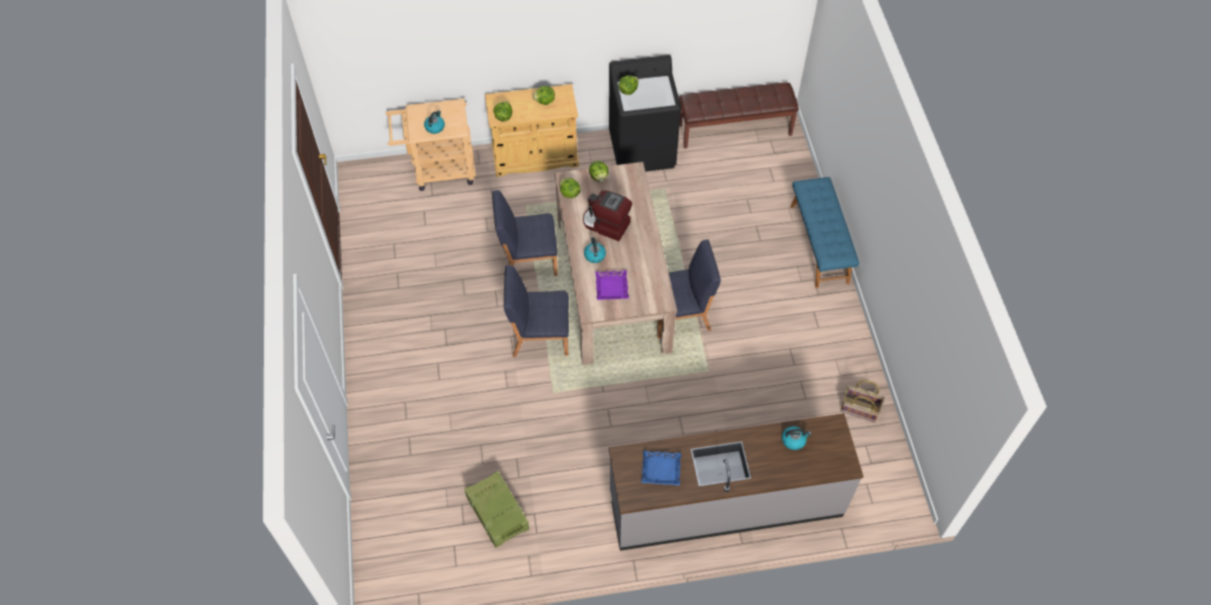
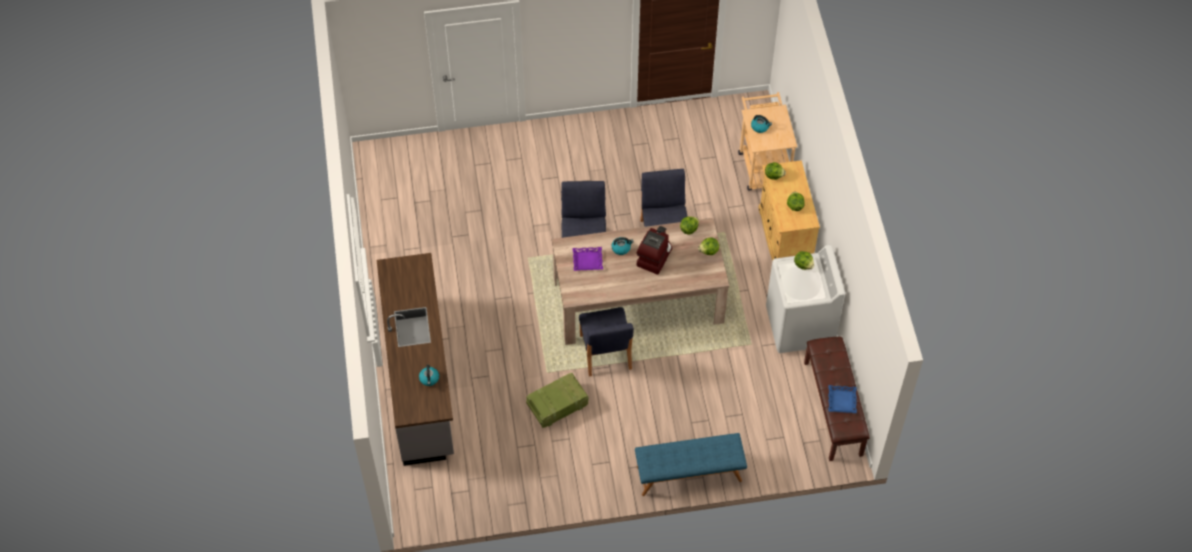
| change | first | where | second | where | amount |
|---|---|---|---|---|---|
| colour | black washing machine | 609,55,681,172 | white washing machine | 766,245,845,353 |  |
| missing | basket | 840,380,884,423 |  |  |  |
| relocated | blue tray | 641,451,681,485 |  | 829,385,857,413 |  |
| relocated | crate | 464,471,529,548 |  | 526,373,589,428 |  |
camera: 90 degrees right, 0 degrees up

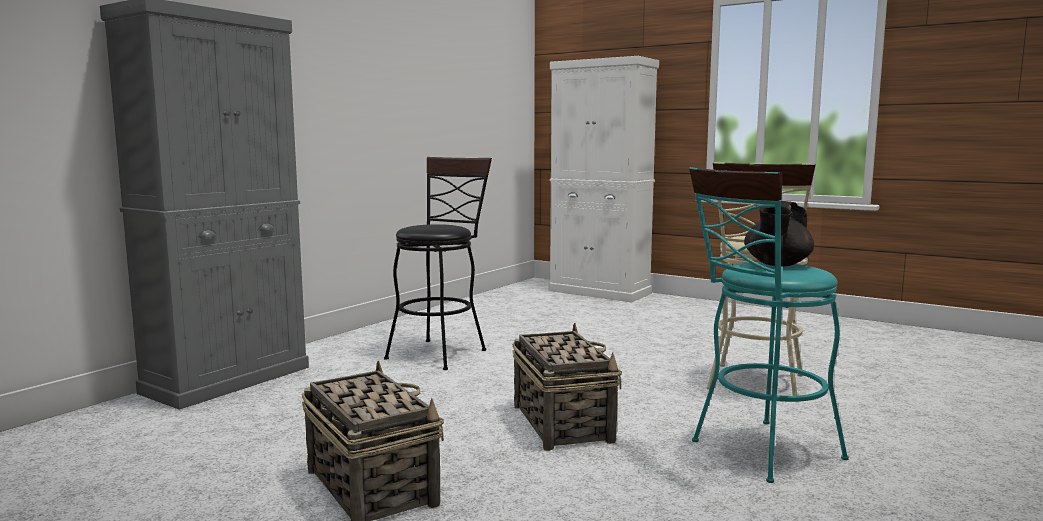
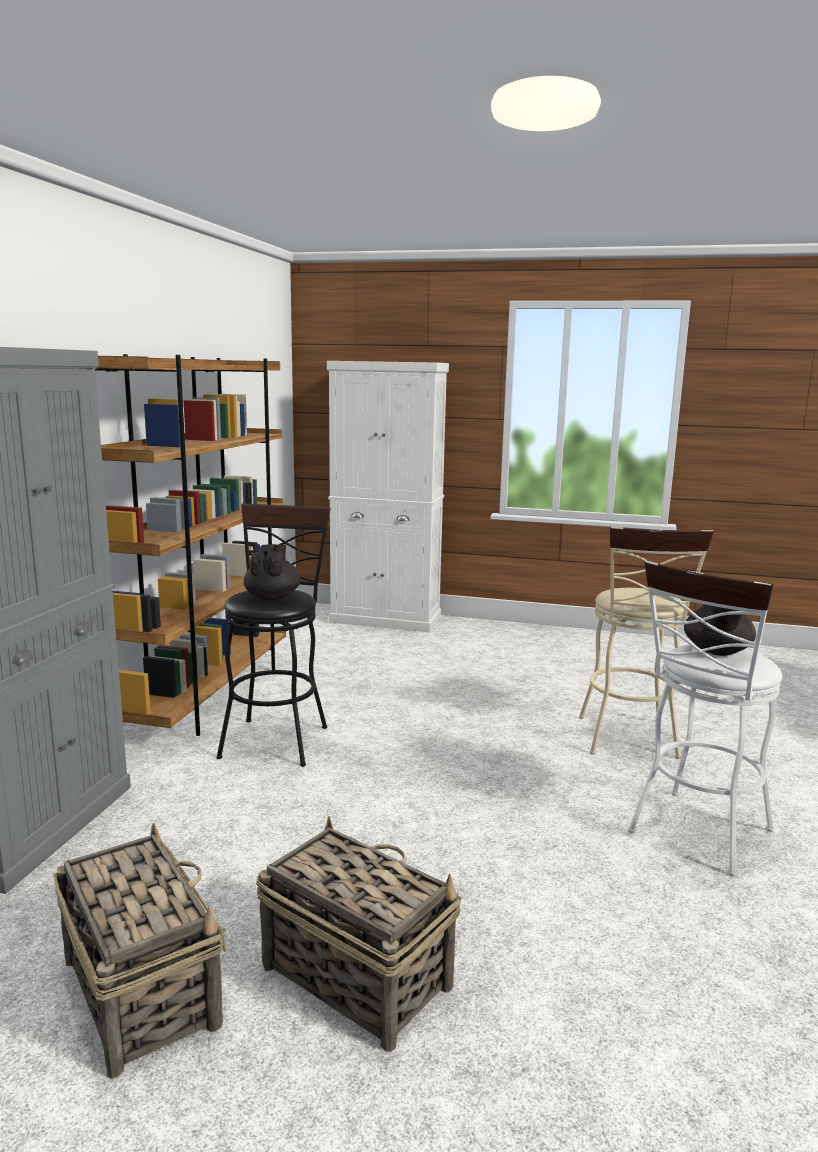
| change | first | where | second | where | amount |
|---|---|---|---|---|---|
| colour | turquoise stool | 689,167,849,483 | white stool | 628,560,782,877 |  |
| relocated | basket | 513,323,622,451 |  | 54,823,226,1079 |  |
| appeared |  |  | brown bookcase | 95,354,286,736 |  |
| appeared |  |  | black teapot | 244,544,301,600 |  |
camera: 20 degrees left, 5 degrees up

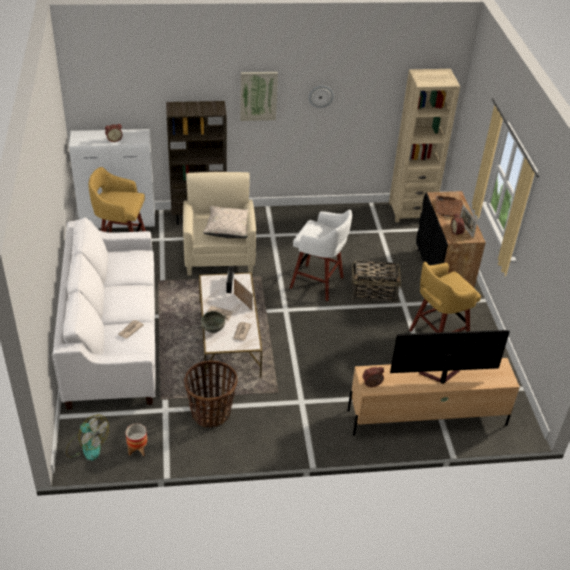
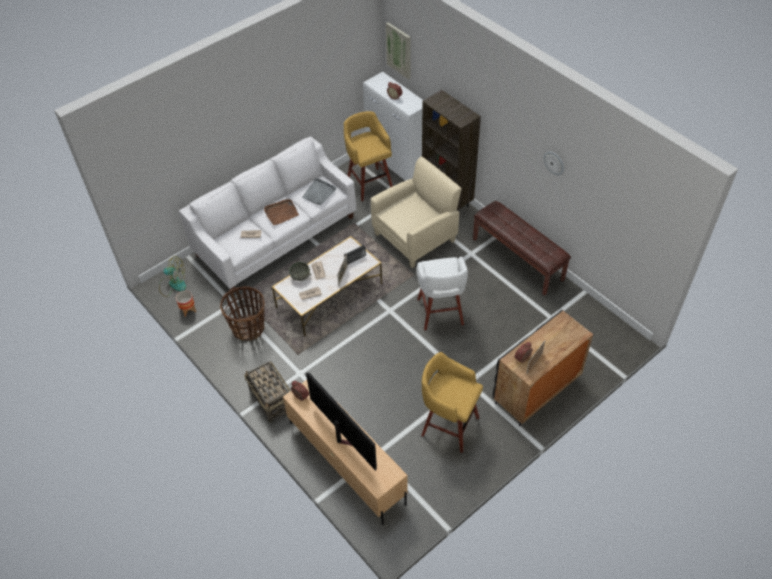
| change | first | where | second | where | amount |
|---|---|---|---|---|---|
| missing | beige bookcase | 389,69,460,222 |  |  |  |
| relocated | picture | 240,72,278,121 |  | 386,22,411,79 |  |
| relocated | brown tray | 436,196,463,217 |  | 264,199,299,225 |  |
| missing | beige pillow | 203,206,248,238 |  |  |  |
| relocated | basket | 351,260,401,303 |  | 244,361,291,423 |  |
| spun | fan | 66,415,109,461 |  | 159,256,186,297 | 90 degrees counterclockwise |
| appeared |  |  | grey tray | 302,178,336,205 |  |
| appeared |  |  | brown bench | 473,201,571,296 |  |
camera: 60 degrees right, 10 degrees up

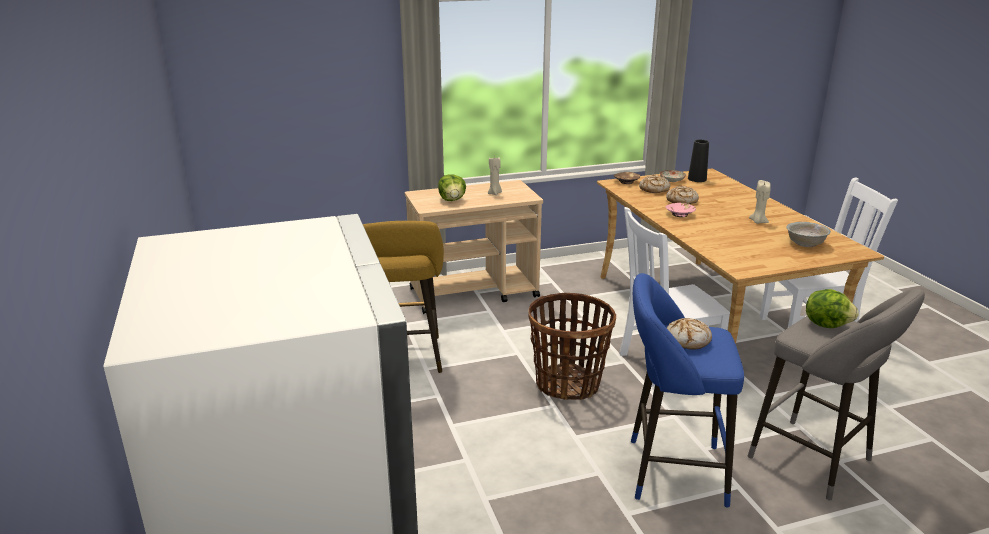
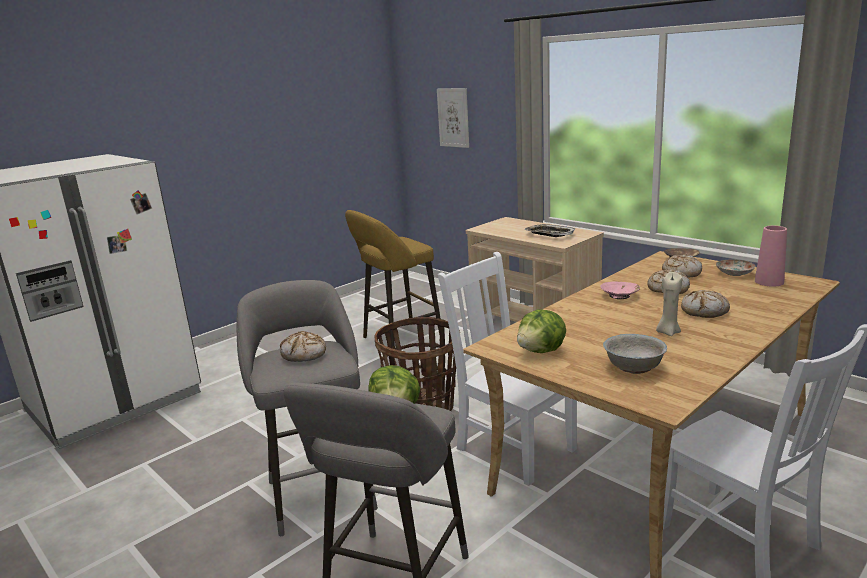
| change | first | where | second | where | amount |
|---|---|---|---|---|---|
| colour | black vase | 688,140,709,182 | pink vase | 755,226,787,287 |  |
| exchanged | beige candle | 488,157,502,195 | tray | 525,224,575,237 |  |
| relocated | lettuce | 438,174,466,201 |  | 517,309,566,353 |  |
| colour | blue stool | 631,273,744,507 | grey stool | 237,280,378,536 |  |
| appeared |  |  | picture | 437,88,469,148 |  |
| appeared |  |  | bread | 681,290,730,318 |  |
camera: 65 degrees right, 5 degrees down

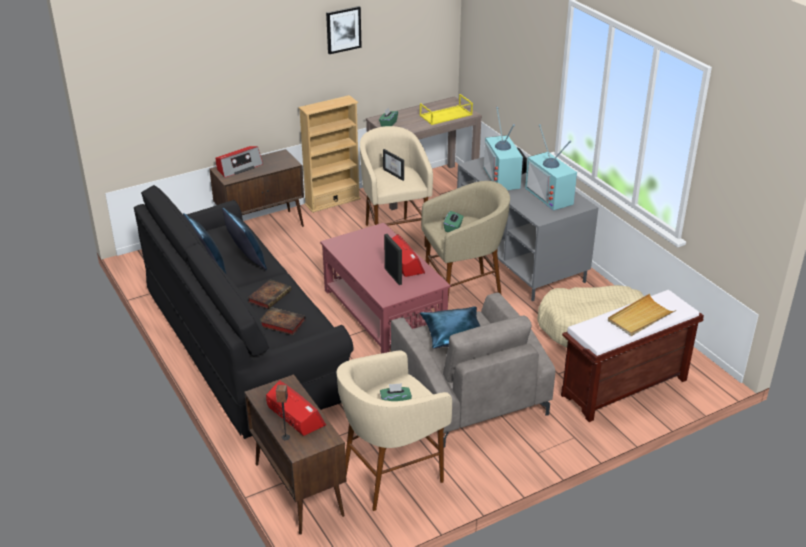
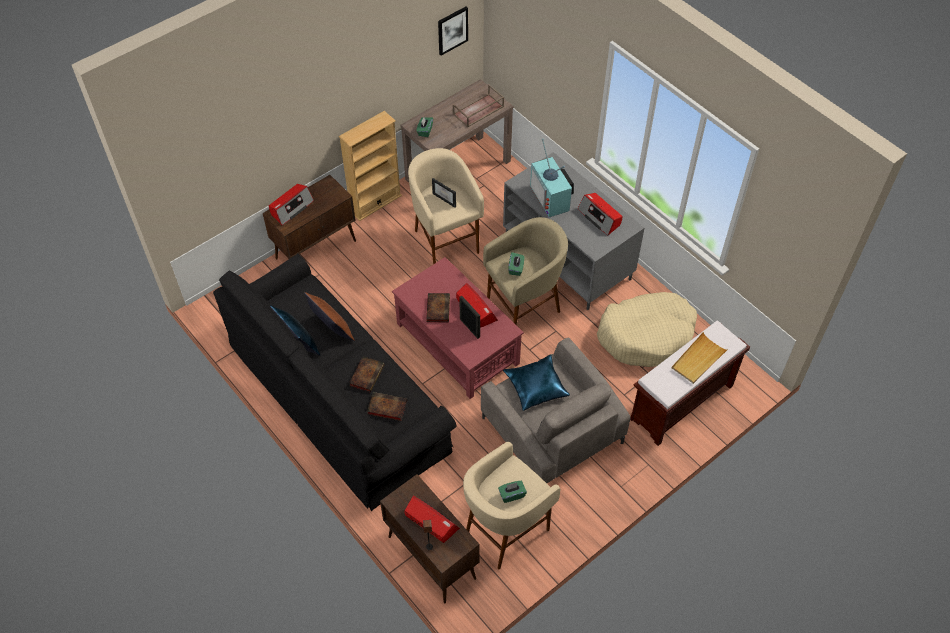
| change | first | where | second | where | amount |
|---|---|---|---|---|---|
| relocated | picture | 326,6,362,54 |  | 438,7,468,56 |  |
| colour | yellow tray | 420,94,473,125 | brown tray | 453,85,504,128 |  |
| exchanged | television | 525,124,577,211 | radio | 578,193,623,236 |  |
| colour | blue pillow | 222,208,267,270 | brown pillow | 304,292,355,341 |  |
| appeared |  |  | book | 426,293,450,322 |  |
camera: 10 degrees left, 20 degrees up

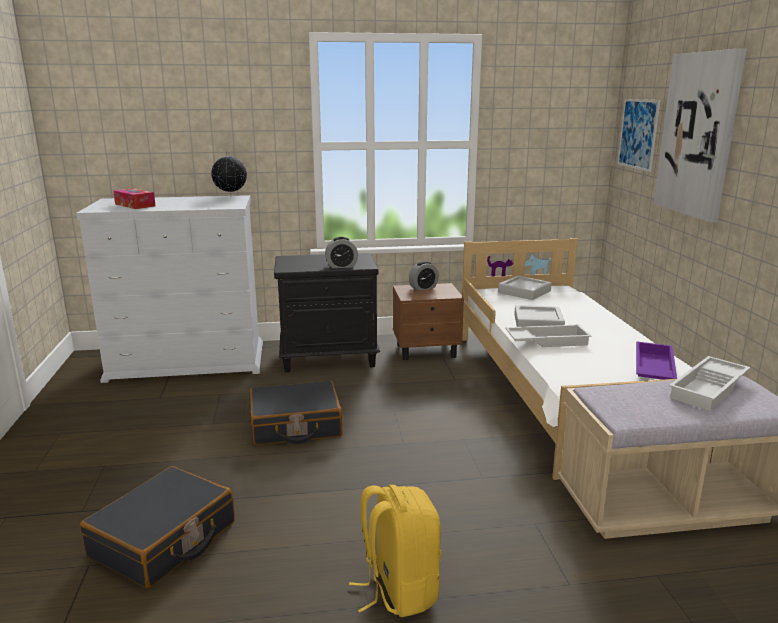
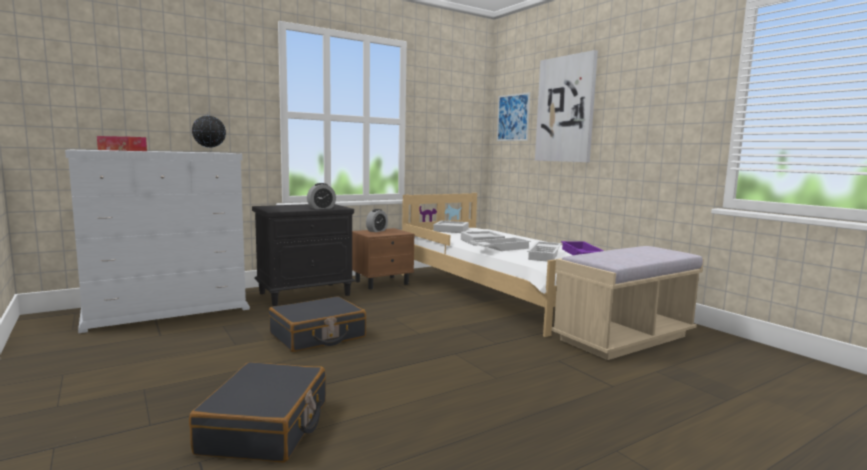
| change | first | where | second | where | amount |
|---|---|---|---|---|---|
| relocated | white tray | 669,356,750,411 |  | 527,241,562,262 |  |
| missing | yellow backpack | 349,485,441,617 |  |  |  |
camera: 25 degrees left, 10 degrees down

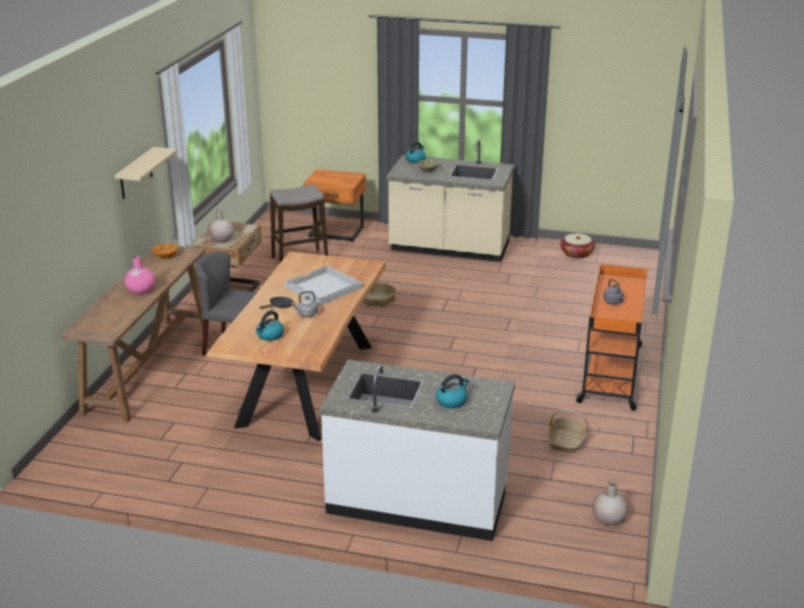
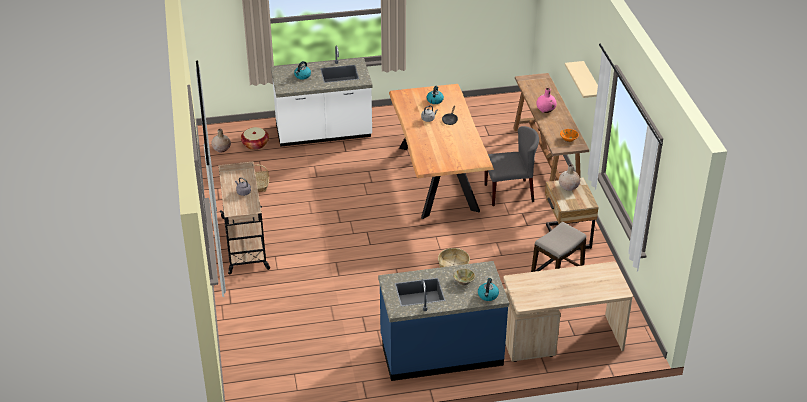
| change | first | where | second | where | amount |
|---|---|---|---|---|---|
| colour | beige counter | 387,139,514,262 | blue counter | 378,261,509,381 |  |
| exchanged | orange nightstand | 303,169,366,242 | beige desk | 503,262,633,362 |  |
| relocated | basket | 560,233,595,259 |  | 241,127,269,150 |  |
| colour | orange cart | 575,264,648,411 | beige cart | 218,162,270,275 |  |
| missing | white tray | 285,265,363,306 |  |  |  |
camera: 155 degrees right, 10 degrees up

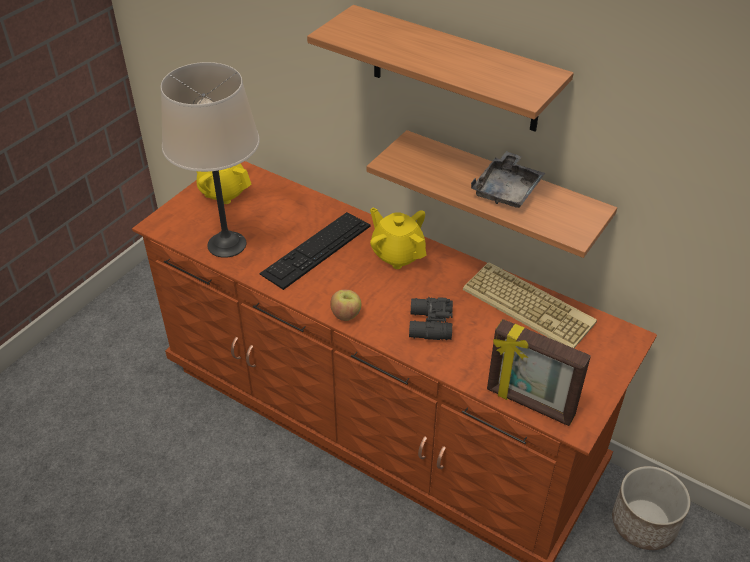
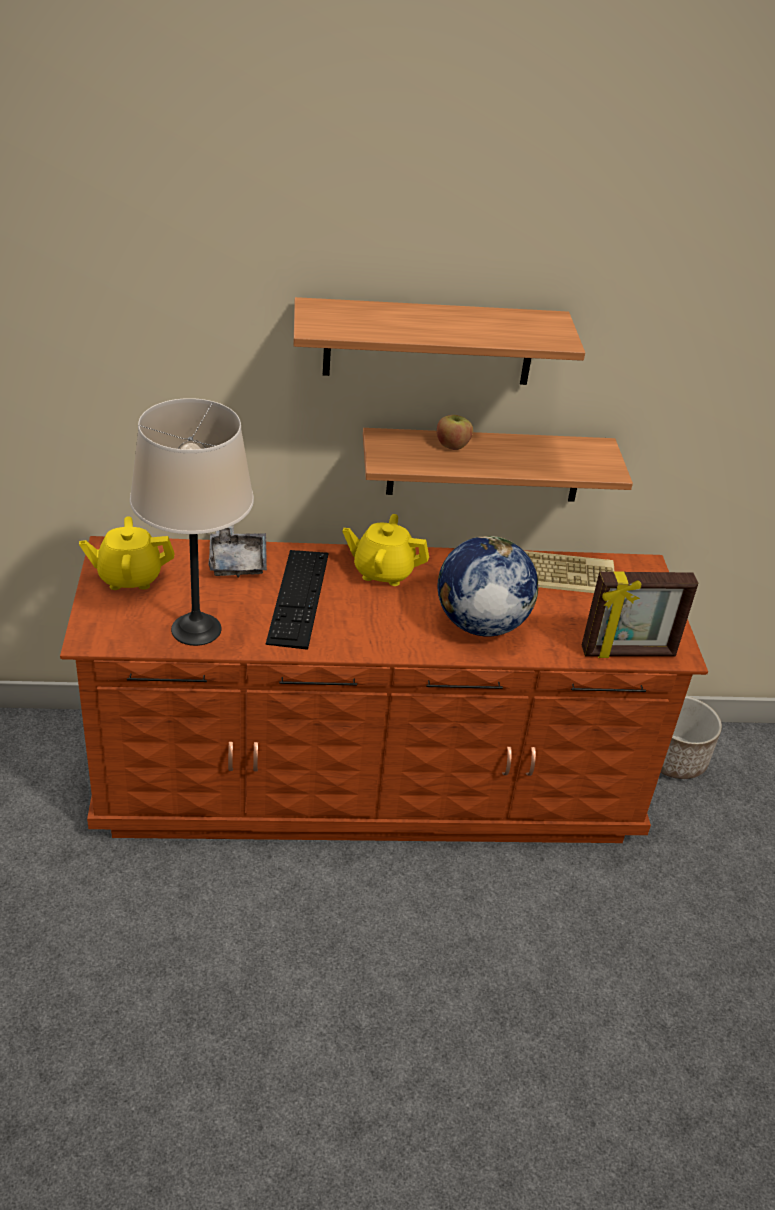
| change | first | where | second | where | amount |
|---|---|---|---|---|---|
| relocated | grey tray | 471,151,545,208 |  | 209,525,267,577 |  |
| relocated | apple | 330,290,361,321 |  | 437,415,473,450 |  |
| exchanged | black binoculars | 409,297,453,340 | globe | 437,536,539,636 |  |
camera: 40 degrees left, 5 degrees down

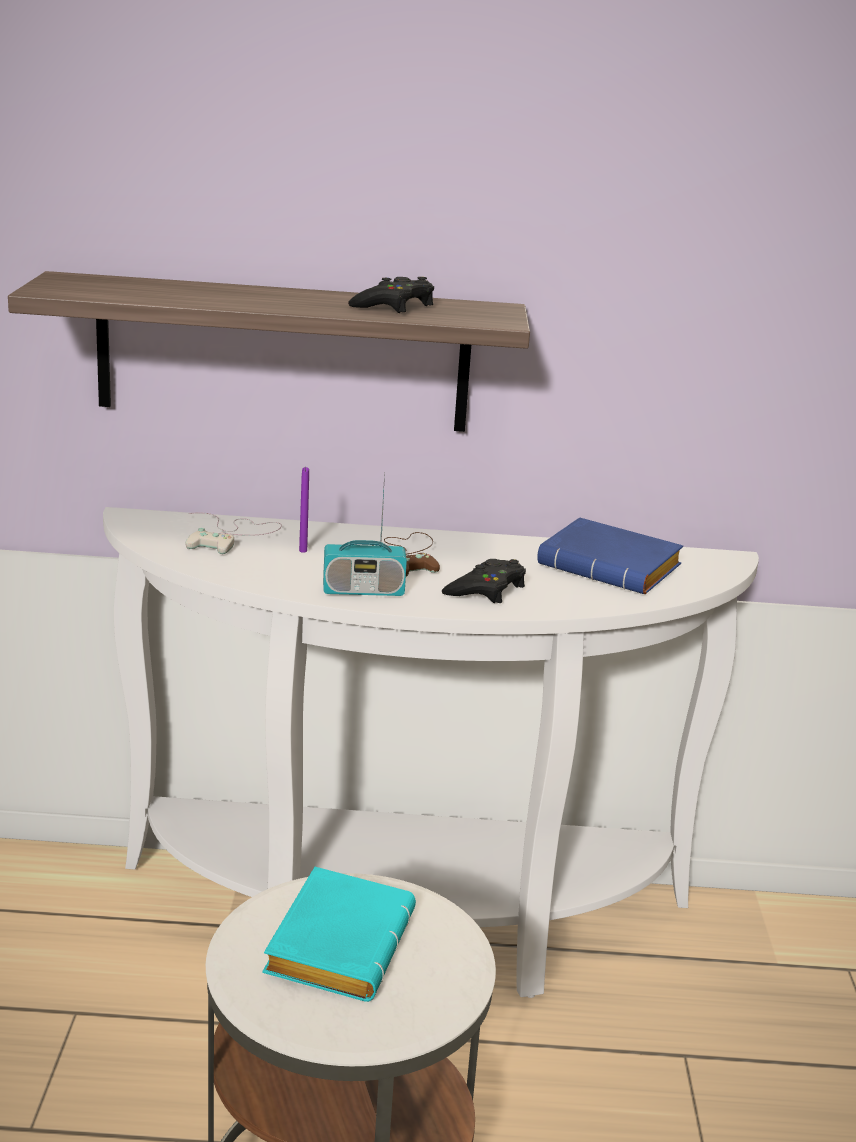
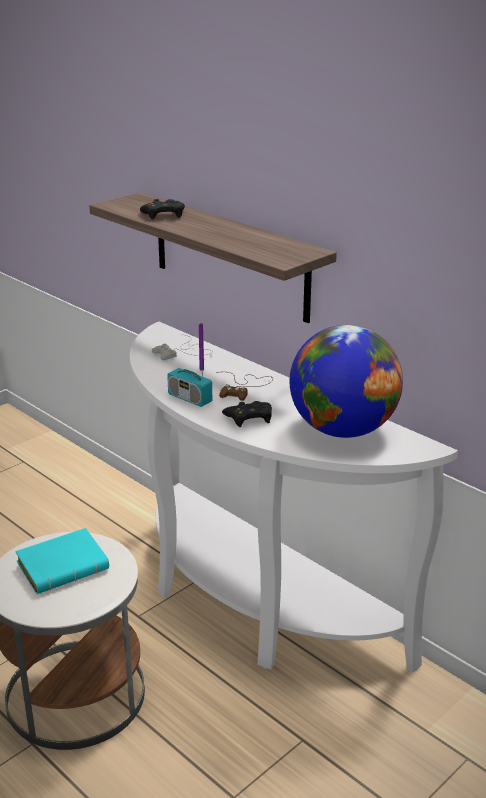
| change | first | where | second | where | amount |
|---|---|---|---|---|---|
| relocated | black game controller | 348,277,434,313 |  | 140,199,185,219 |  |
| exchanged | blue book | 537,517,683,594 | globe | 289,325,403,438 |  |
camera: 45 degrees right, 5 degrees up

